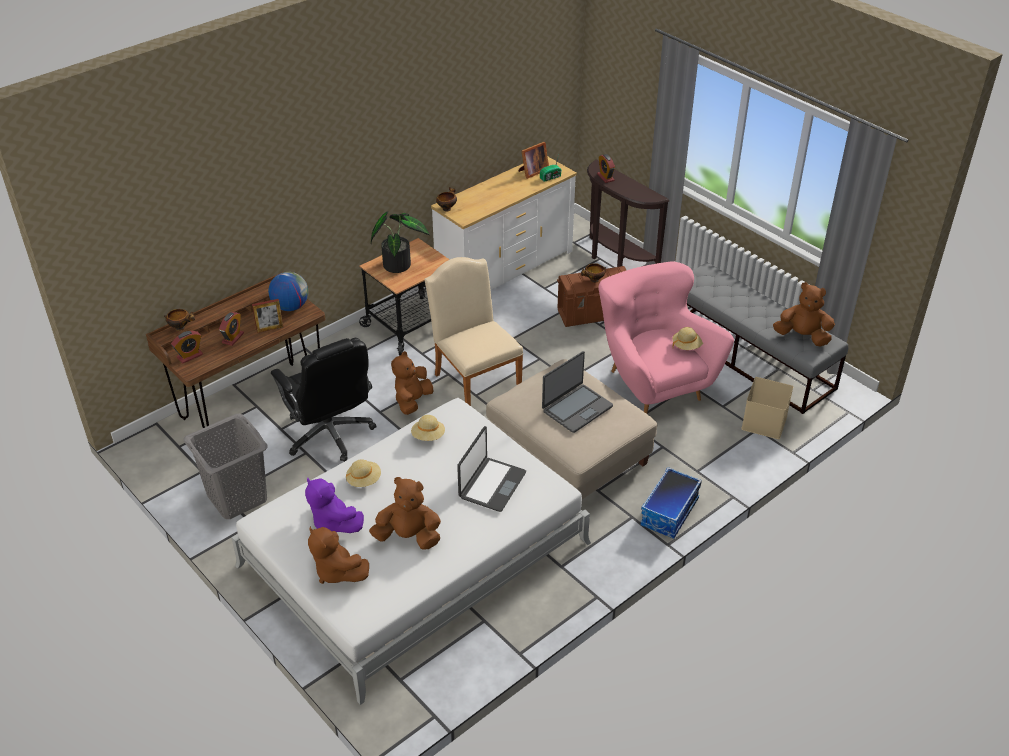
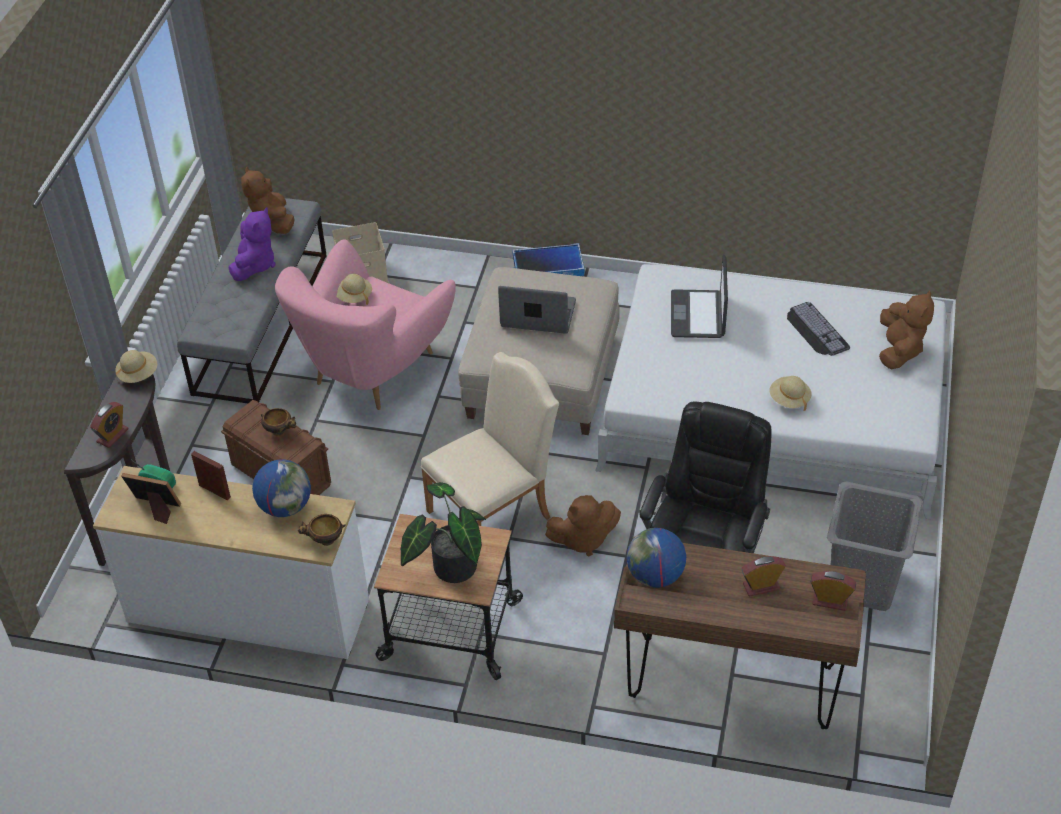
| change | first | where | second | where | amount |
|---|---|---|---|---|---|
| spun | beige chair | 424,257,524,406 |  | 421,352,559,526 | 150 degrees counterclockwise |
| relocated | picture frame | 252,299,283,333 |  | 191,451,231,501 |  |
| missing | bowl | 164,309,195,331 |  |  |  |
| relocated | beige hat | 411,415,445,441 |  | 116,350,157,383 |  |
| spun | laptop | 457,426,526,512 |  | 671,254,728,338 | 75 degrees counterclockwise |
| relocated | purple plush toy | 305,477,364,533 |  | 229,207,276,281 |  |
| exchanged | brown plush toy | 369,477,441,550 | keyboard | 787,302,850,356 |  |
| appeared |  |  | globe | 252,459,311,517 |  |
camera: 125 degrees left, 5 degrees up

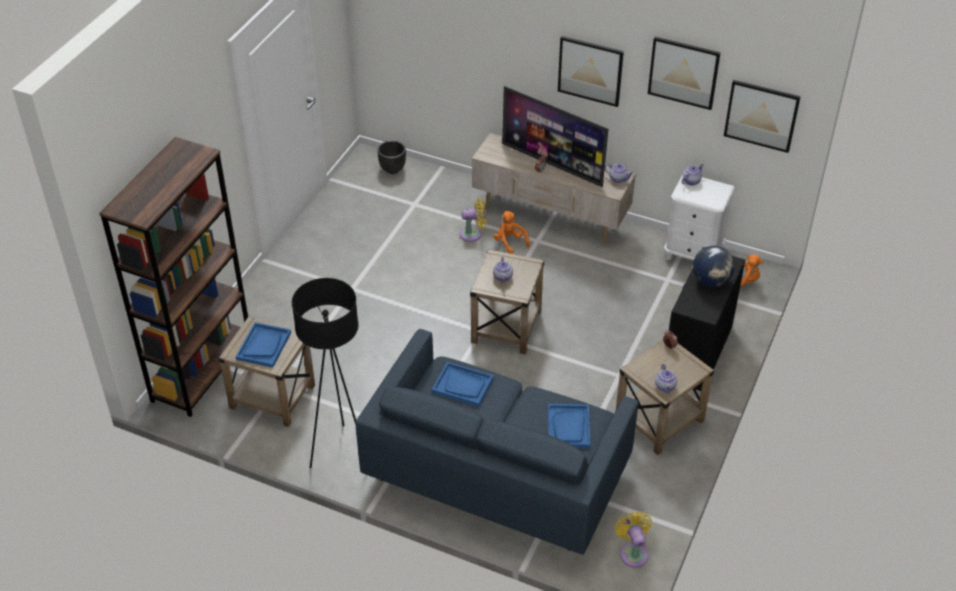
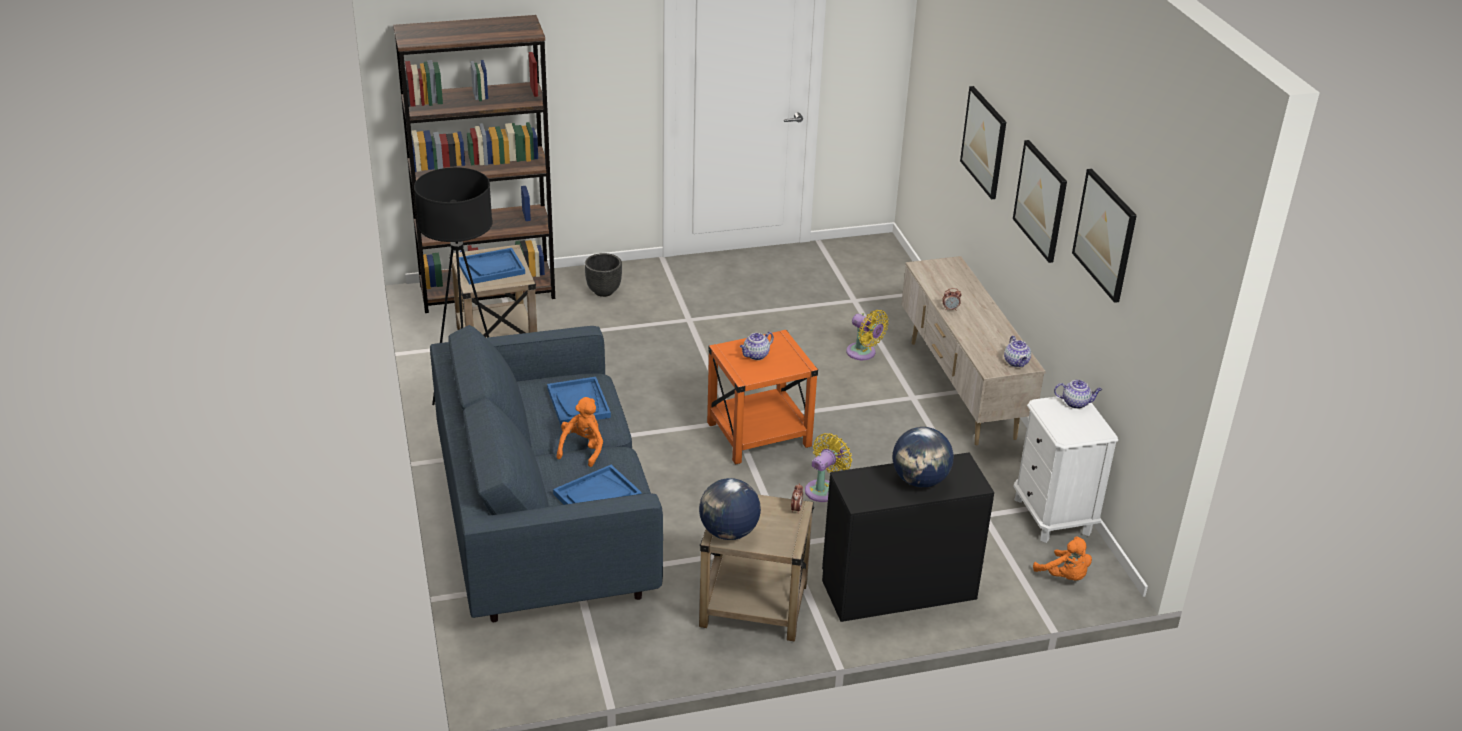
| change | first | where | second | where | amount |
|---|---|---|---|---|---|
| relocated | picture | 724,80,801,153 |  | 960,86,1006,199 |  |
| missing | television | 502,86,608,187 |  |  |  |
| relocated | black planter | 377,140,406,174 |  | 585,253,622,297 |  |
| relocated | orange plush toy | 494,211,530,254 |  | 557,397,603,467 |  |
| colour | beige side table | 470,249,544,354 | orange side table | 707,330,818,464 |  |
| exchanged | teapot | 655,364,677,393 | globe | 699,478,761,540 |  |
| relocated | yellow fan | 615,512,652,567 |  | 805,433,852,502 |  |
camera: 50 degrees right, 10 degrees down

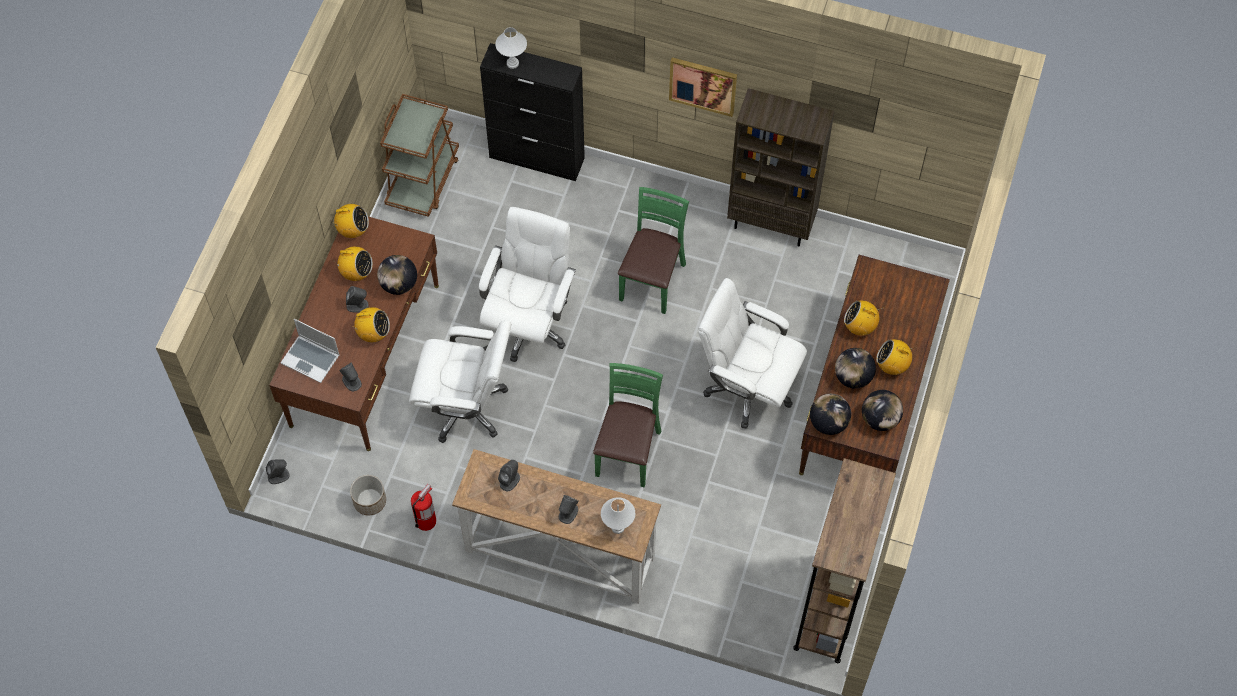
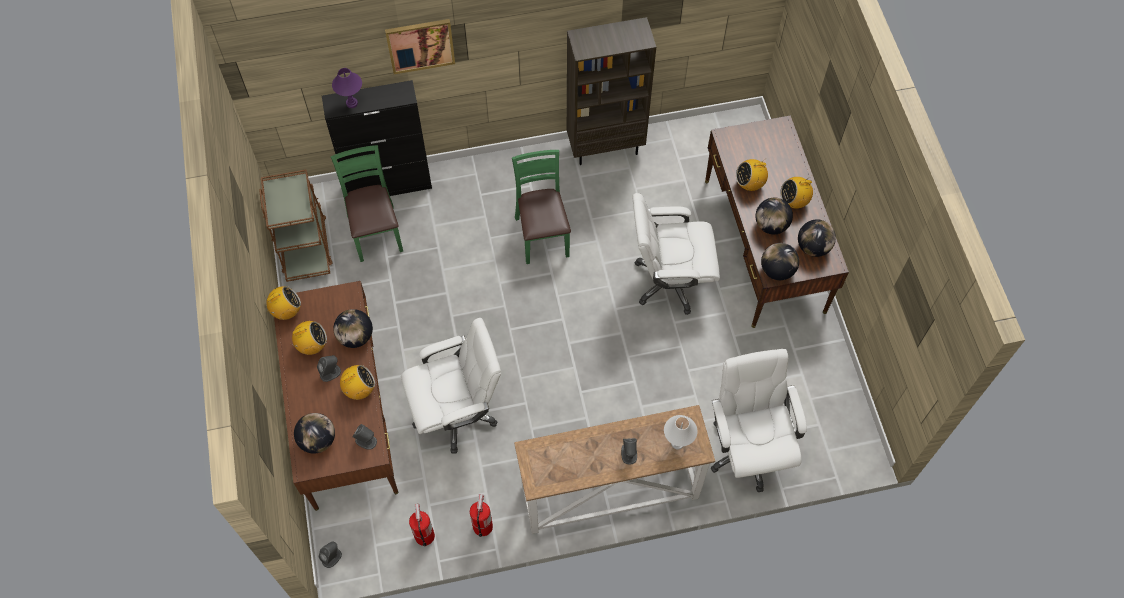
| change | first | where | second | where | amount |
|---|---|---|---|---|---|
| colour | white table lamp | 495,27,527,69 | purple table lamp | 332,68,362,108 |  |
| relocated | picture | 669,57,737,117 |  | 385,19,455,74 |  |
| relocated | white office chair | 479,207,576,362 |  | 711,349,807,492 |  |
| exchanged | laptop | 281,319,339,383 | globe | 294,413,335,454 |  |
| relocated | green chair | 593,363,663,487 |  | 331,145,403,262 |  |
| missing | brown bookcase | 793,458,896,663 |  |  |  |
| missing | grey speaker | 498,460,520,491 |  |  |  |
| exchanged | planter | 350,475,386,515 | fire extinguisher | 409,504,435,546 |  |
camera: 30 degrees left, 0 degrees up

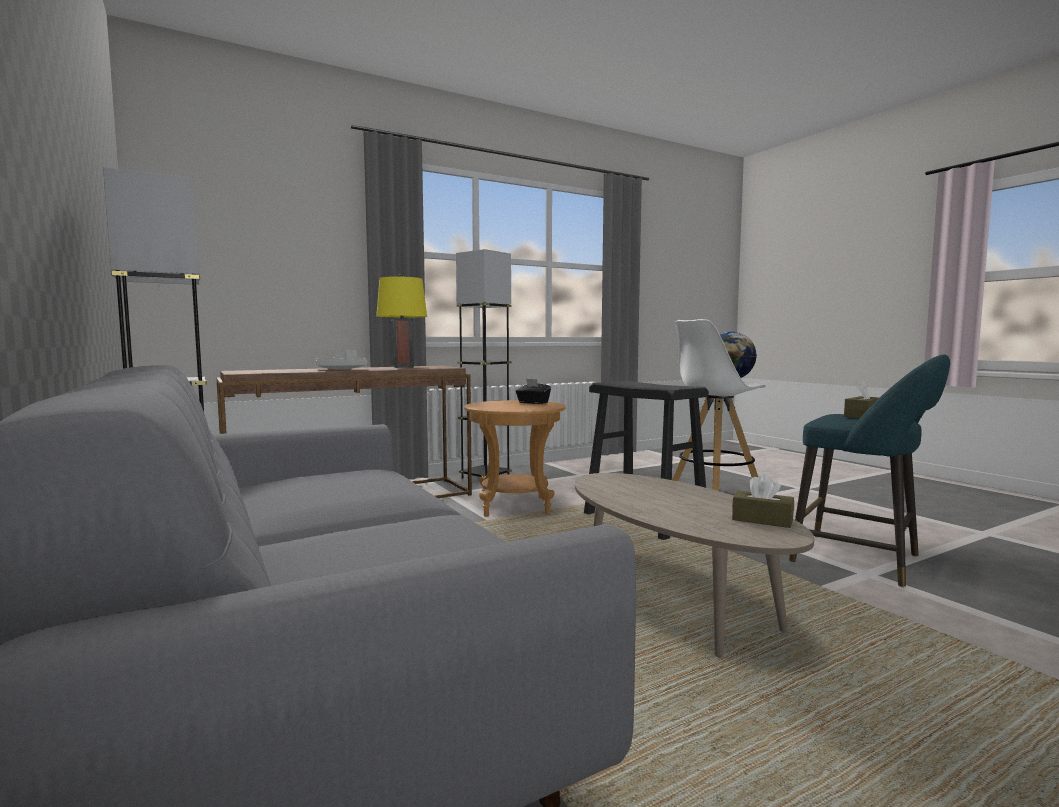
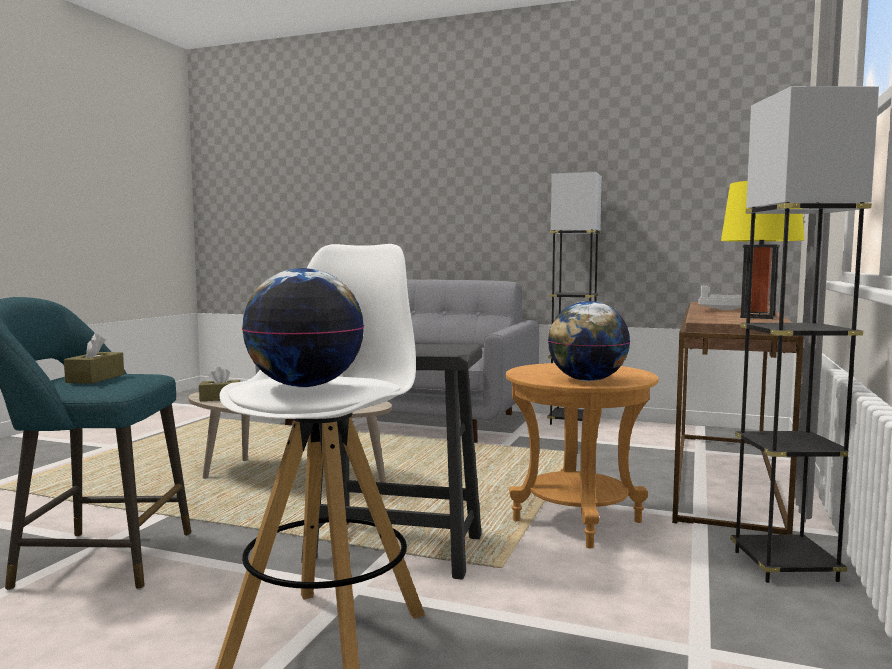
| change | first | where | second | where | amount |
|---|---|---|---|---|---|
| exchanged | black tissue box | 516,379,551,404 | globe | 548,301,630,381 |  |
camera: 140 degrees right, 0 degrees up

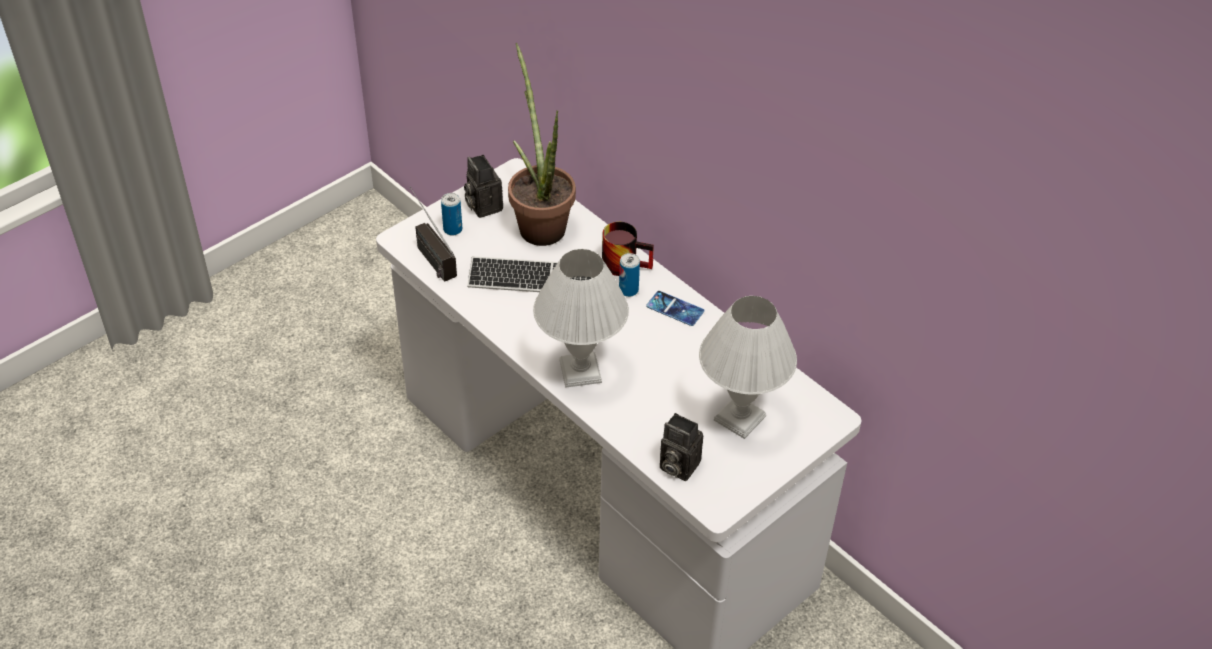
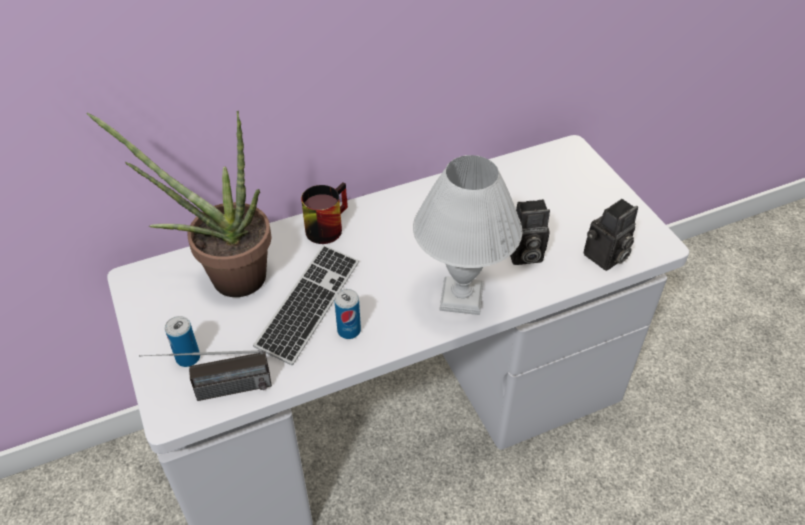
| change | first | where | second | where | amount |
|---|---|---|---|---|---|
| relocated | photo camera | 464,155,503,218 |  | 510,199,550,265 |  |
| relocated | can | 619,253,640,297 |  | 334,289,361,339 |  |
| missing | phone | 646,291,704,326 |  |  |  |
| missing | white table lamp | 699,296,797,439 |  |  |  |
camera: 70 degrees left, 0 degrees up

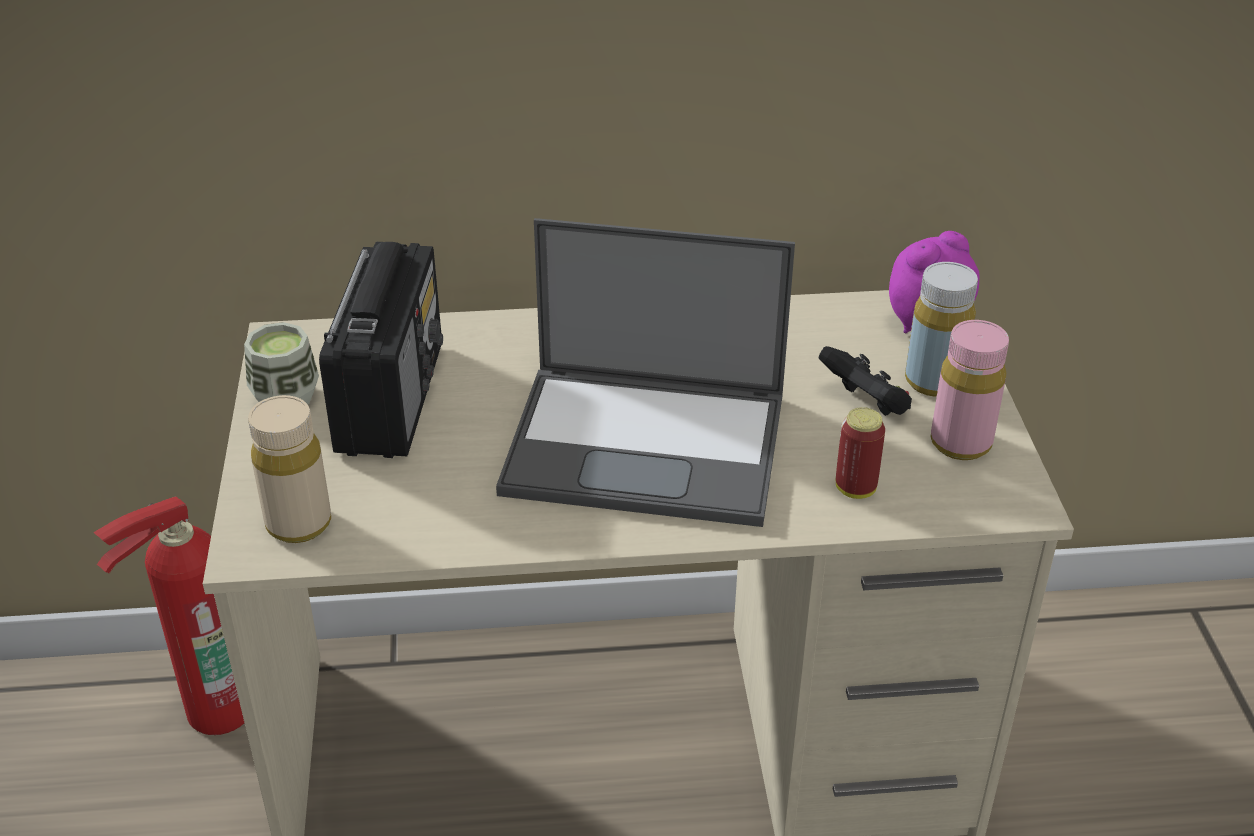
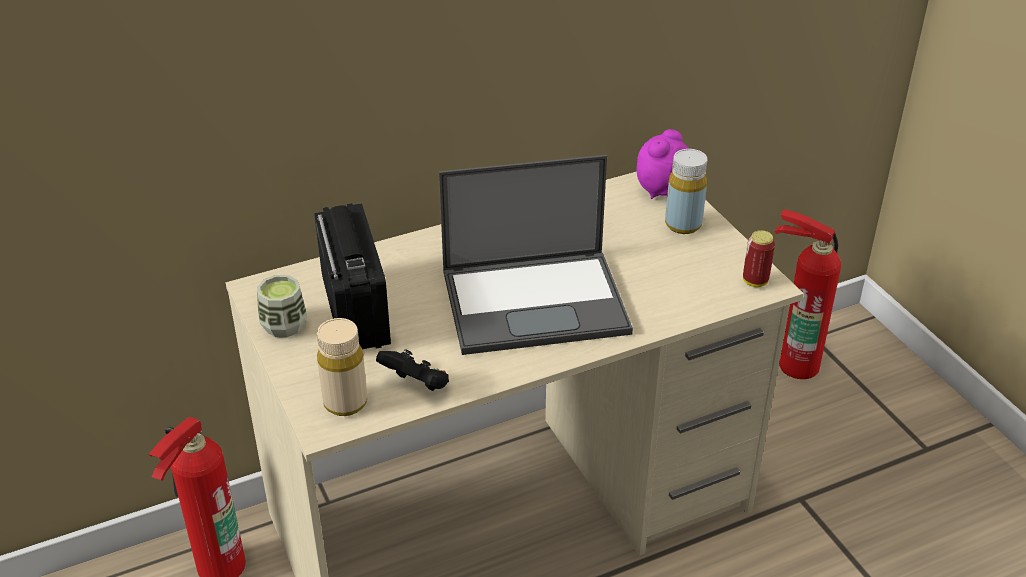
| change | first | where | second | where | amount |
|---|---|---|---|---|---|
| missing | pink bottle | 931,320,1009,460 |  |  |  |
| relocated | black game controller | 818,346,912,416 |  | 376,349,449,391 |  |
| relocated | can | 836,407,885,499 |  | 743,230,775,287 |  |
| appeared |  |  | fire extinguisher | 775,209,841,379 |  |
camera: 20 degrees left, 0 degrees up

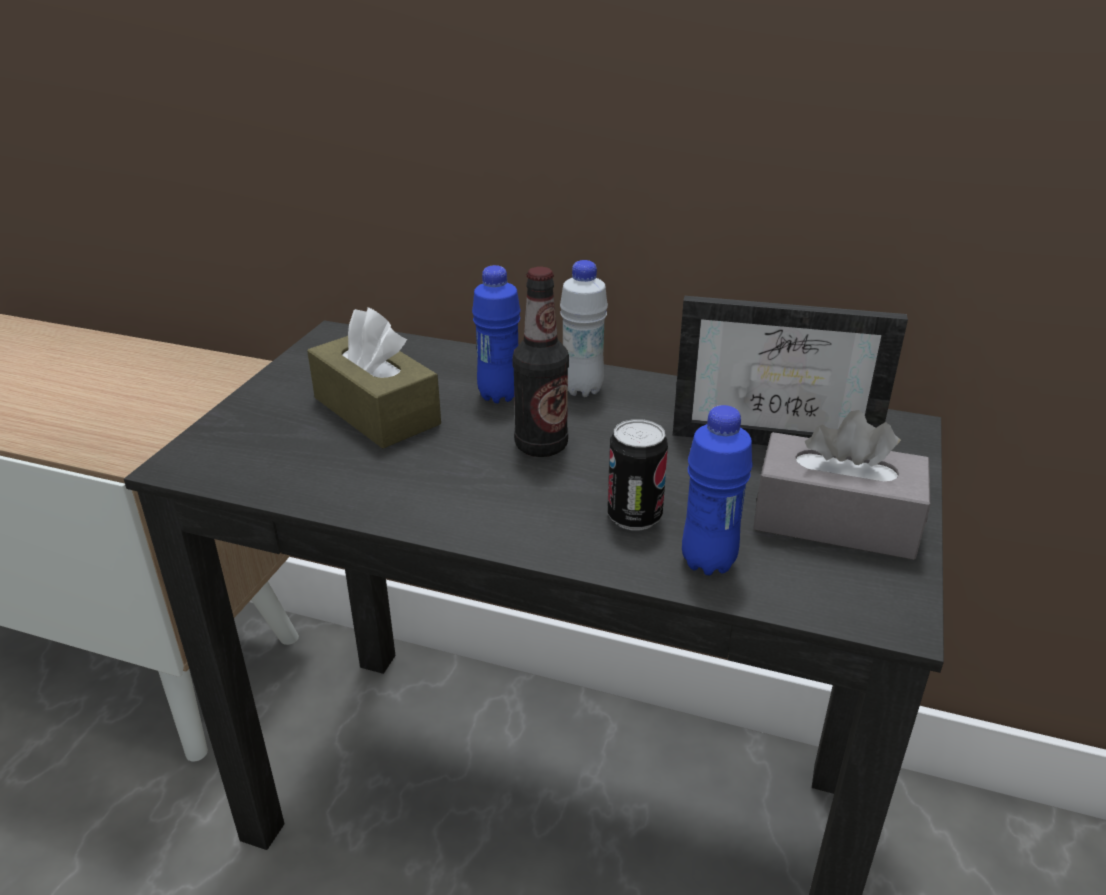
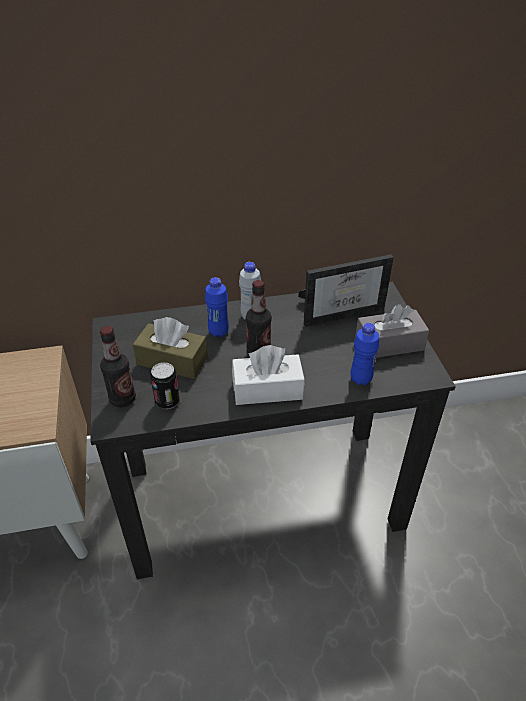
| change | first | where | second | where | amount |
|---|---|---|---|---|---|
| relocated | can | 607,419,668,531 |  | 150,362,180,409 |  |
| appeared |  |  | bottle | 100,326,136,407 |  |
| appeared |  |  | white tissue box | 232,345,305,405 |  |
camera: 30 degrees left, 10 degrees up

